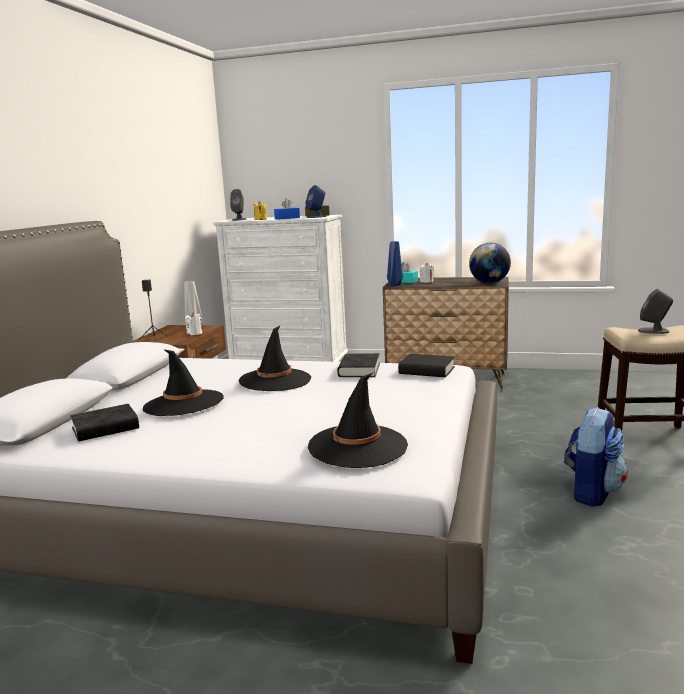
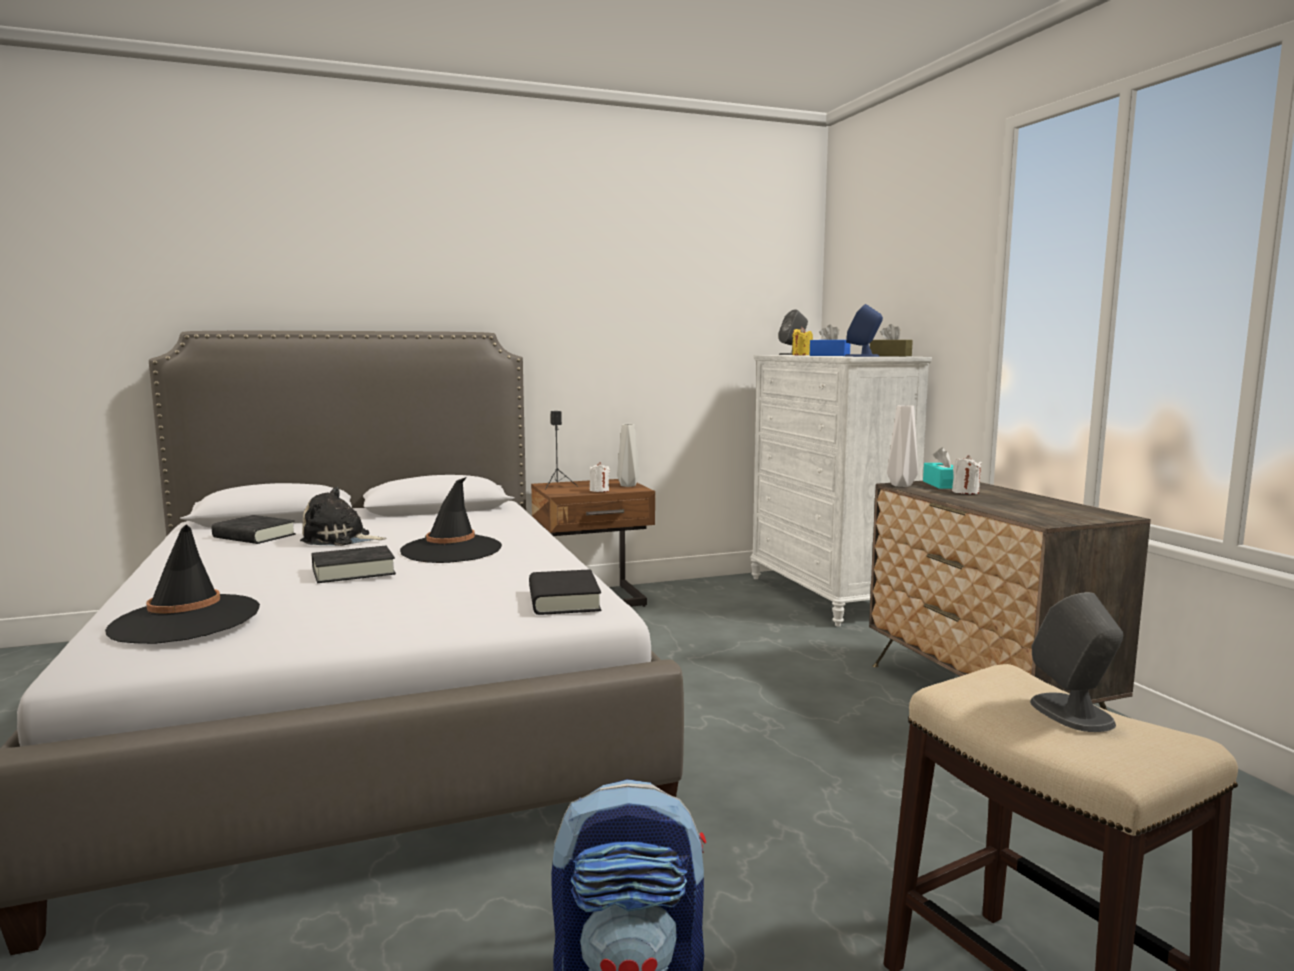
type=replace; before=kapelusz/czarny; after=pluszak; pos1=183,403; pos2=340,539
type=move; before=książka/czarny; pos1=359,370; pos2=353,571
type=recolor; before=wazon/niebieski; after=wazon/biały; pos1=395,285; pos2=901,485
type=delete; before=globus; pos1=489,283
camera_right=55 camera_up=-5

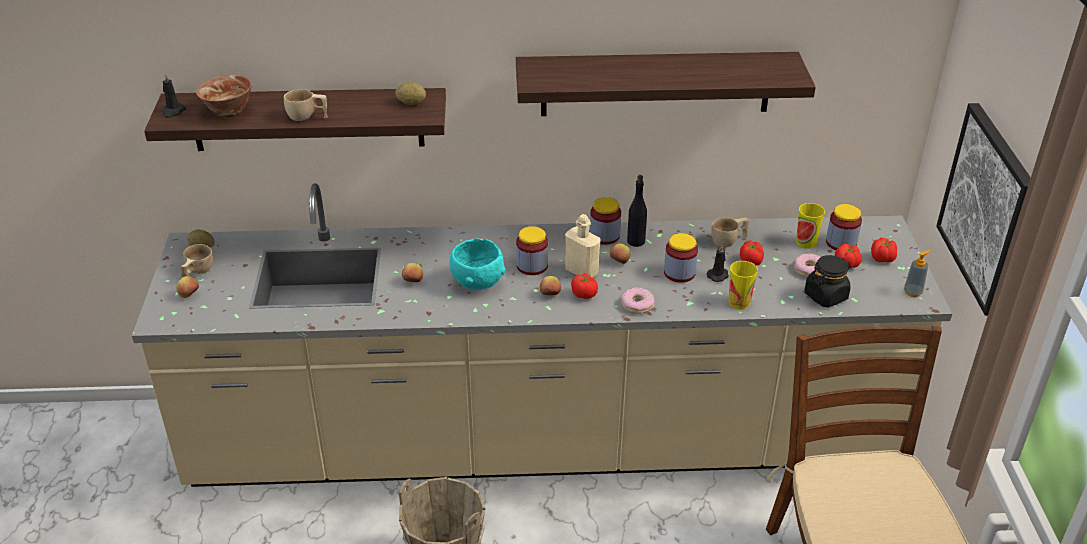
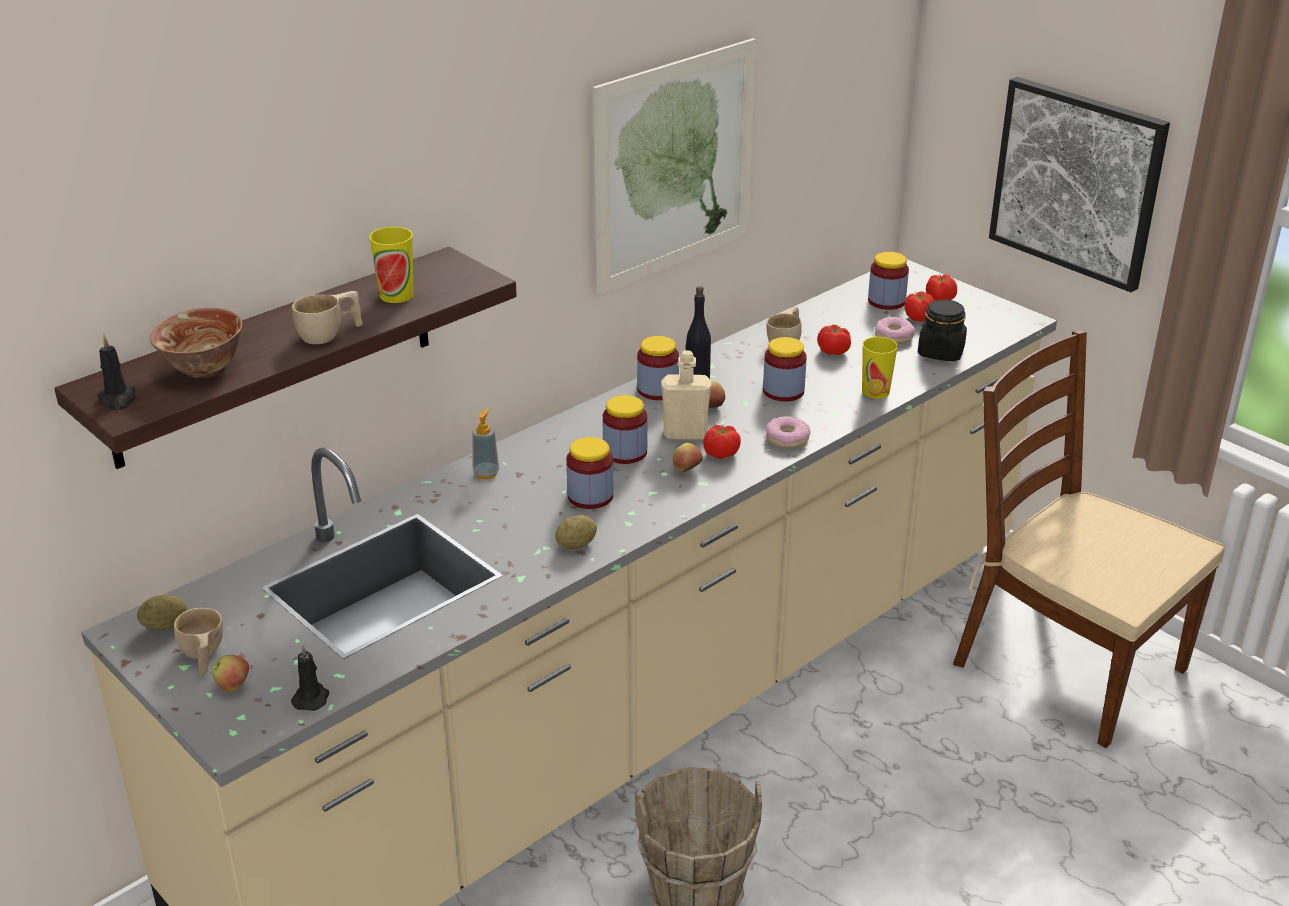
type=move; before=ziemniak; pos1=411,103; pos2=576,545
type=delete; before=jabłko; pos1=413,282
type=replace; before=miska/turkusowy; after=słoik; pos1=477,283; pos2=590,496
type=replace; before=półka; after=obraz; pos1=655,83; pos2=674,165
type=move; before=świeca/czarny; pos1=718,275; pos2=311,698
type=move; before=filiżanka; pos1=806,242; pos2=396,295
type=move; before=dozownik mydła; pos1=912,292; pos2=486,473
camera_right=-40 camera_up=-5

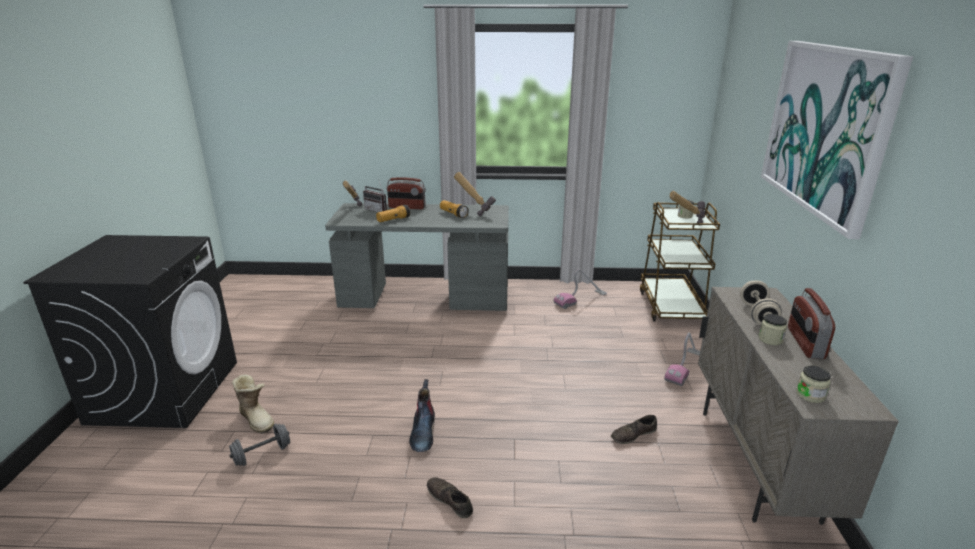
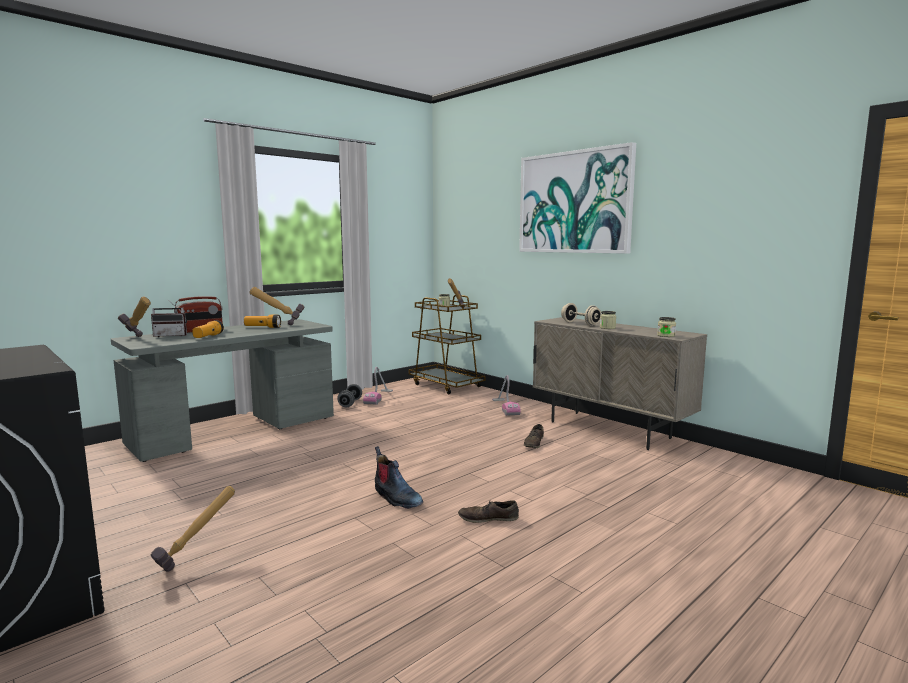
type=move; before=hantel/szary; pos1=262,454; pos2=350,403
type=replace; before=but z cholewką; after=młotek; pos1=257,418; pos2=198,563
type=delete; before=radio; pos1=805,343
camera_right=-45 camera_up=-15

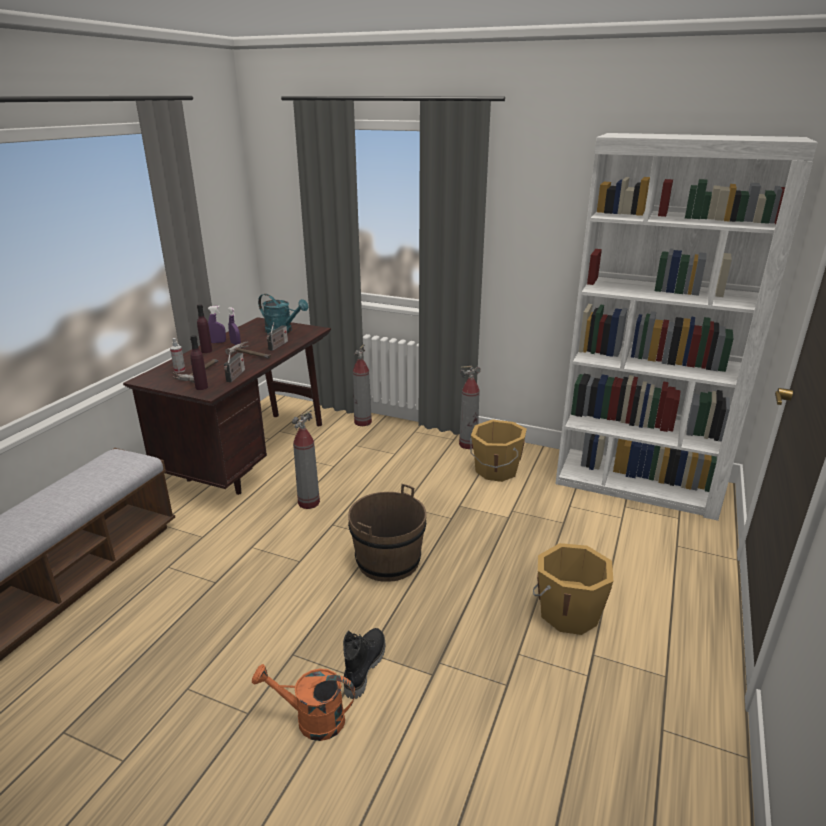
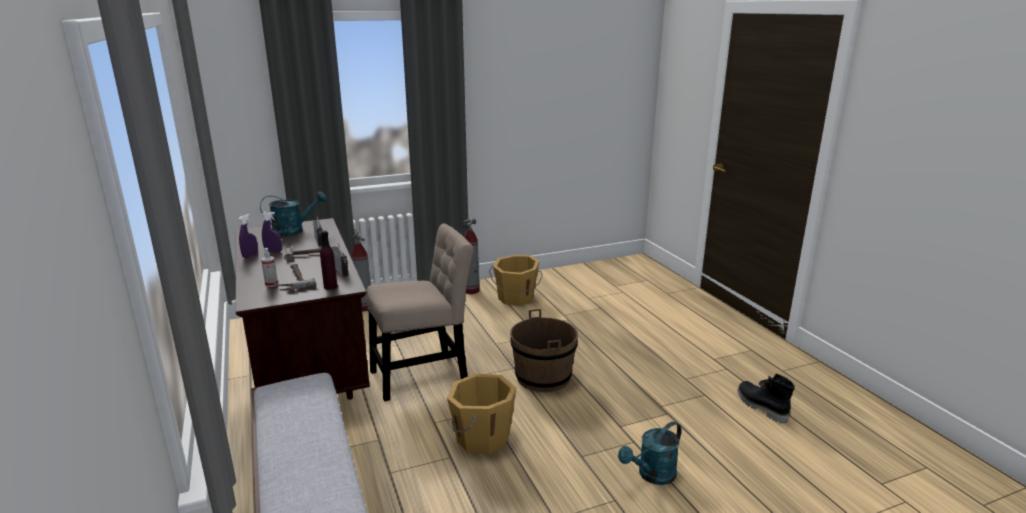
type=delete; before=butelka/fioletowy; pos1=206,351
type=recolor; before=konewka/pomarańczowy; after=konewka/turkusowy; pos1=311,719; pos2=652,475
type=replace; before=gaśnica; after=krzesło/beżowy; pos1=308,503; pos2=424,375
type=move; before=but z cholewką/czarny; pos1=363,666; pos2=760,407
type=move; before=wiadro/pomarańczowy; pos1=568,612; pos2=481,437
type=delete; before=regał/biały; pos1=637,485
camera_right=-45 camera_up=-5

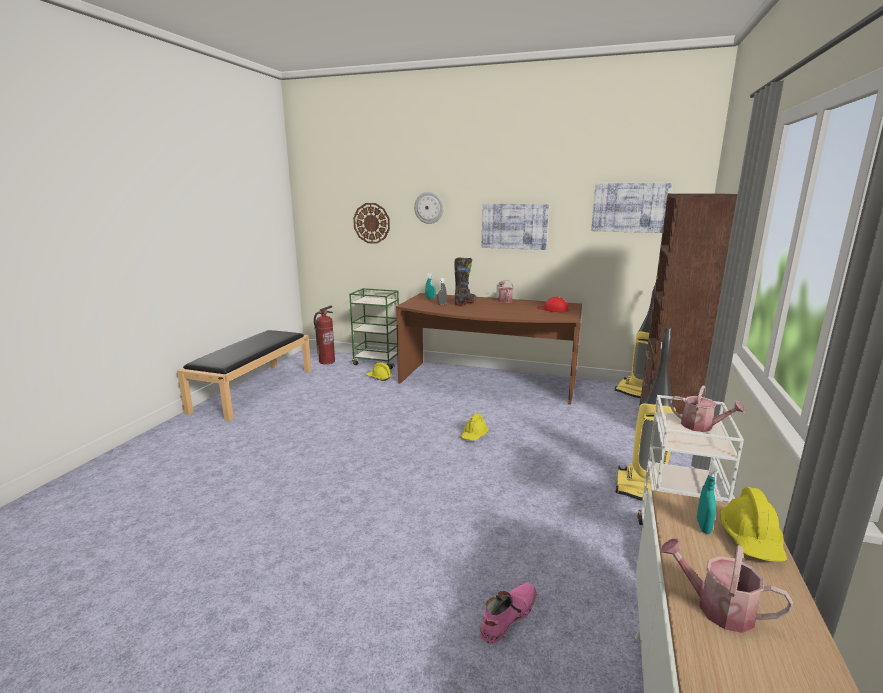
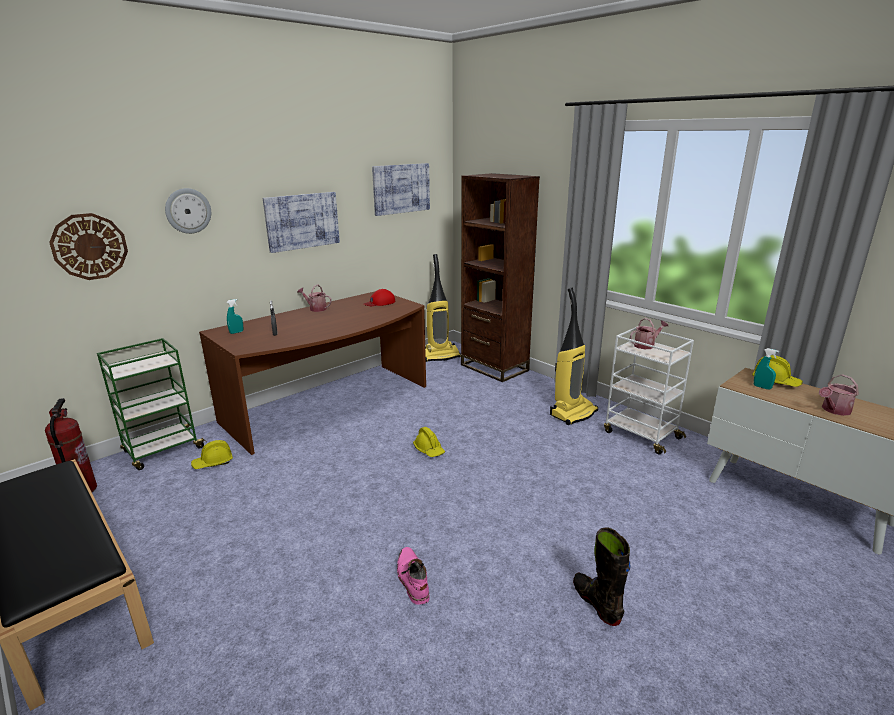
type=move; before=but z cholewką/czarny; pos1=465,303; pos2=597,603
type=move; before=but z cholewką/różowy; pos1=507,616; pos2=412,579
camera_right=-60 camera_up=5

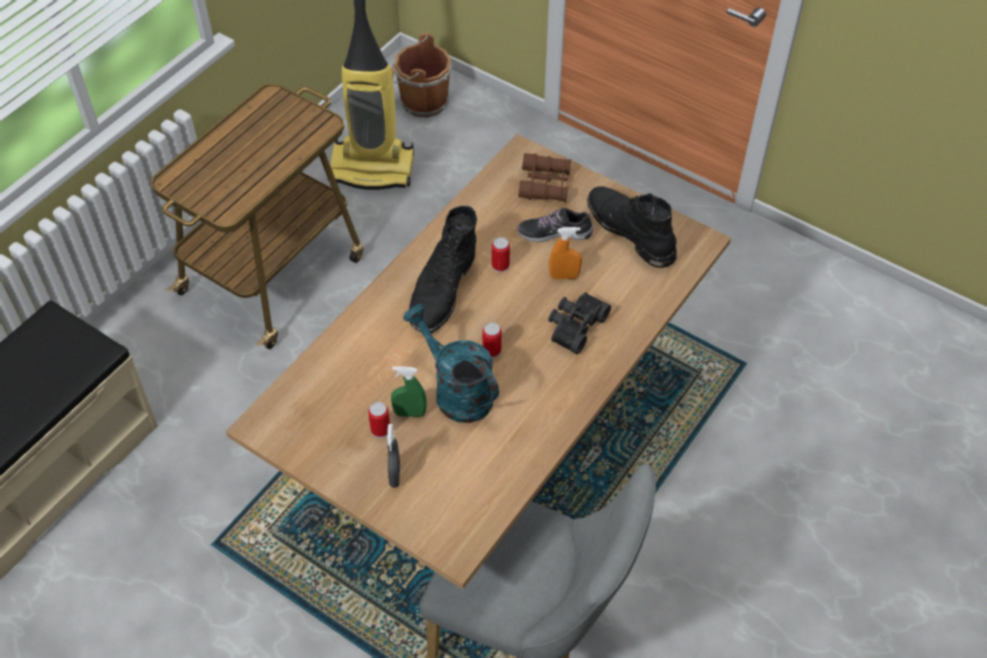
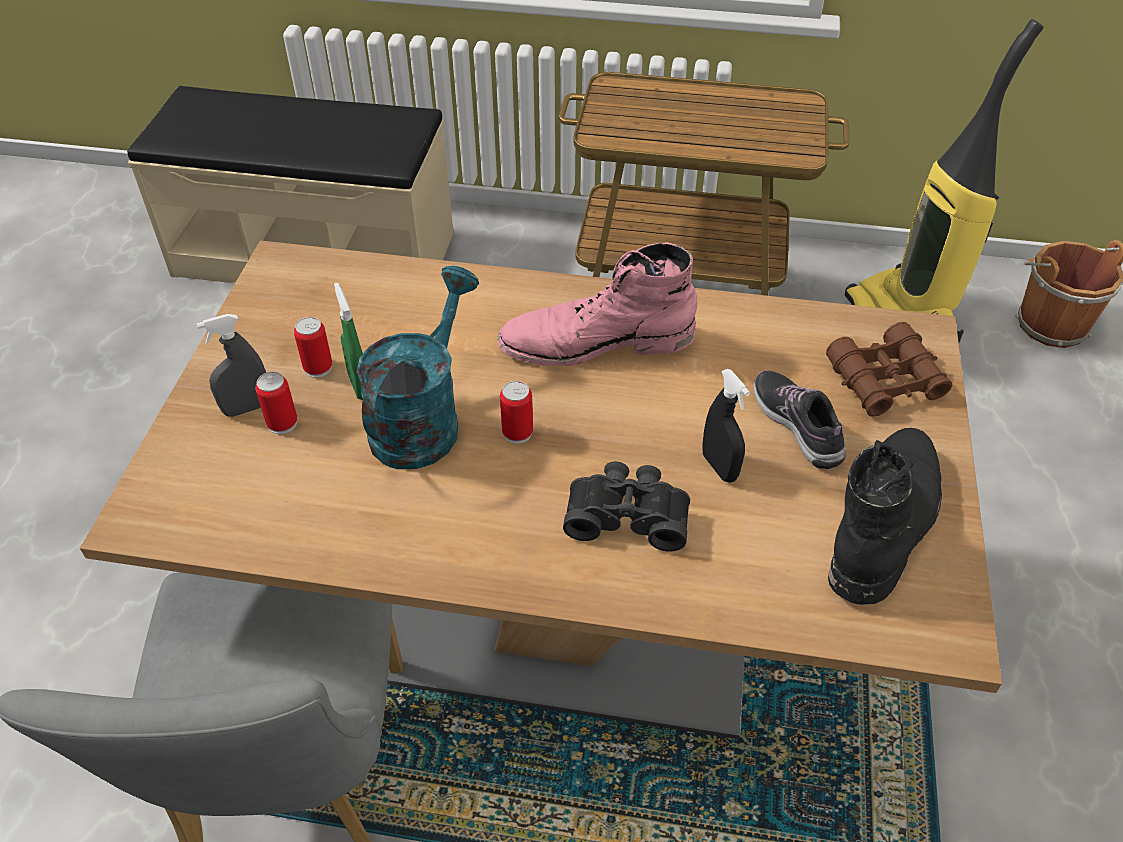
type=recolor; before=but z cholewką/czarny; after=but z cholewką/różowy; pos1=442,289; pos2=596,342
type=move; before=puszka; pos1=500,266; pos2=282,423
type=recolor; before=spryskiwacz/pomarańczowy; after=spryskiwacz/czarny; pos1=564,276; pos2=719,467
camera_right=65 camera_up=-5

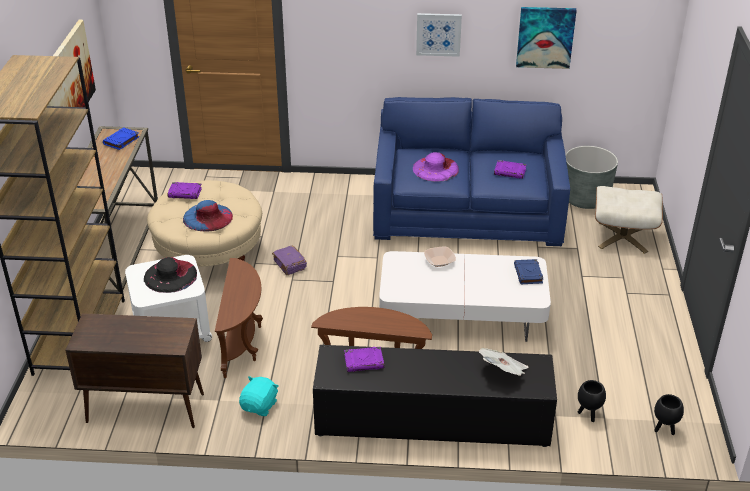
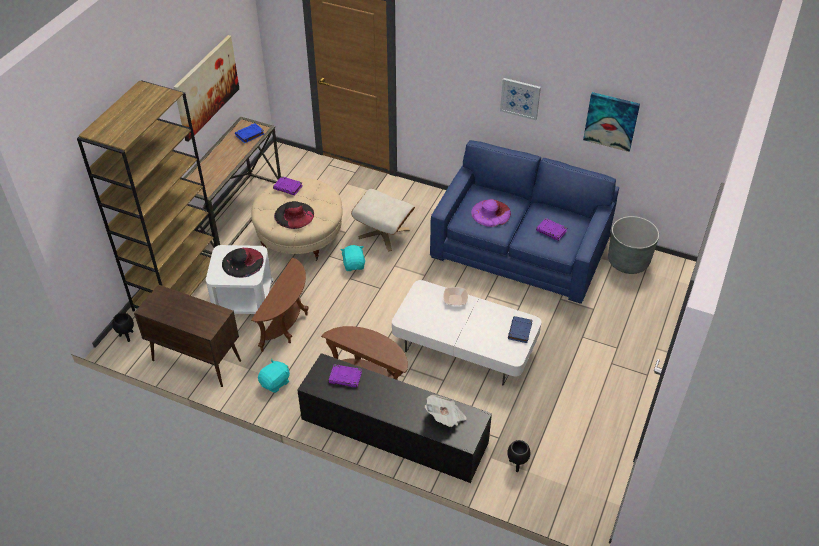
type=recolor; before=kapelusz/niebieski; after=kapelusz/czarny; pos1=208,217; pos2=294,215
type=replace; before=książka/fioletowy; after=pluszak/turkusowy; pos1=289,265; pos2=354,265
type=move; before=pufa/beżowy; pos1=623,237; pos2=384,233
type=move; before=donica/czarny; pos1=664,429; pos2=127,336
camera_right=20 camera_up=10

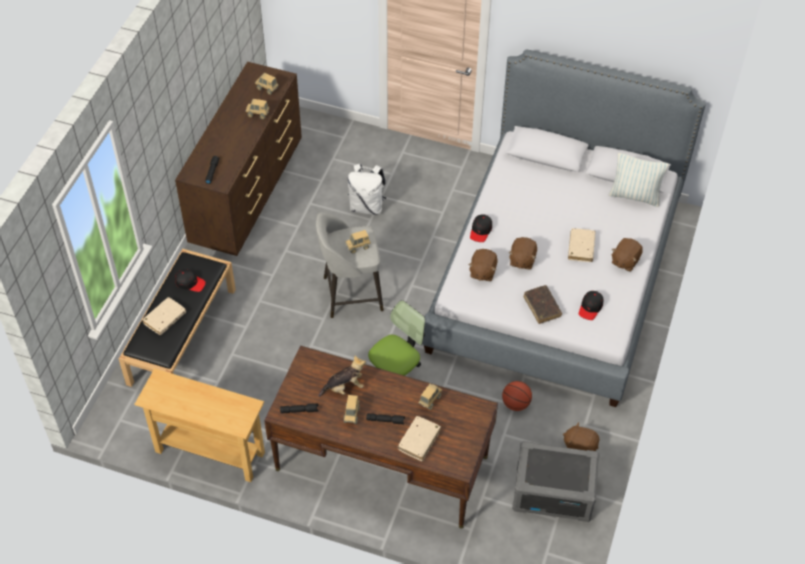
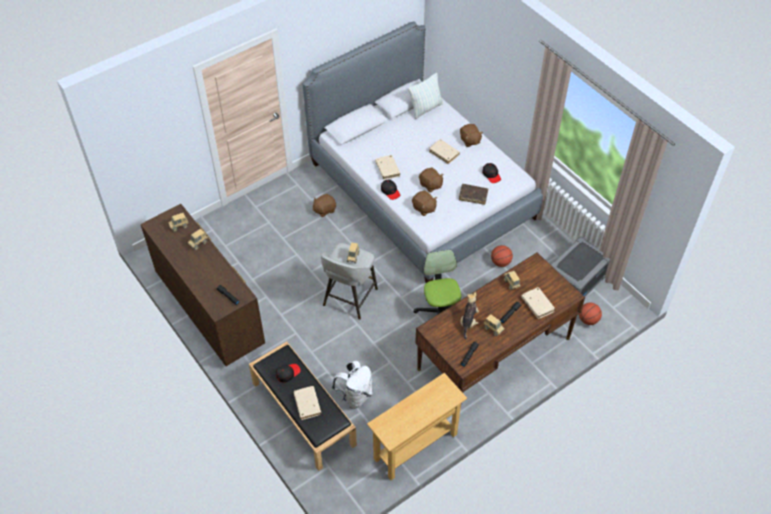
type=move; before=plecak/biały; pos1=367,206; pos2=355,396
type=move; before=pluszak/brązowy; pos1=580,446; pos2=324,210
type=insert; after=książka/beżowy; pos2=387,169
type=insert; after=piłka do koszykówki; pos2=588,320
camera_right=-55 camera_up=0

